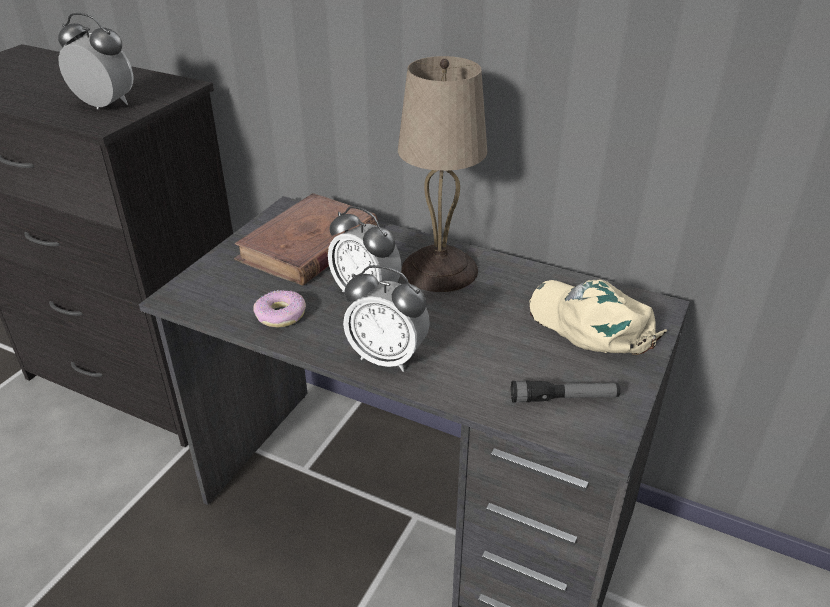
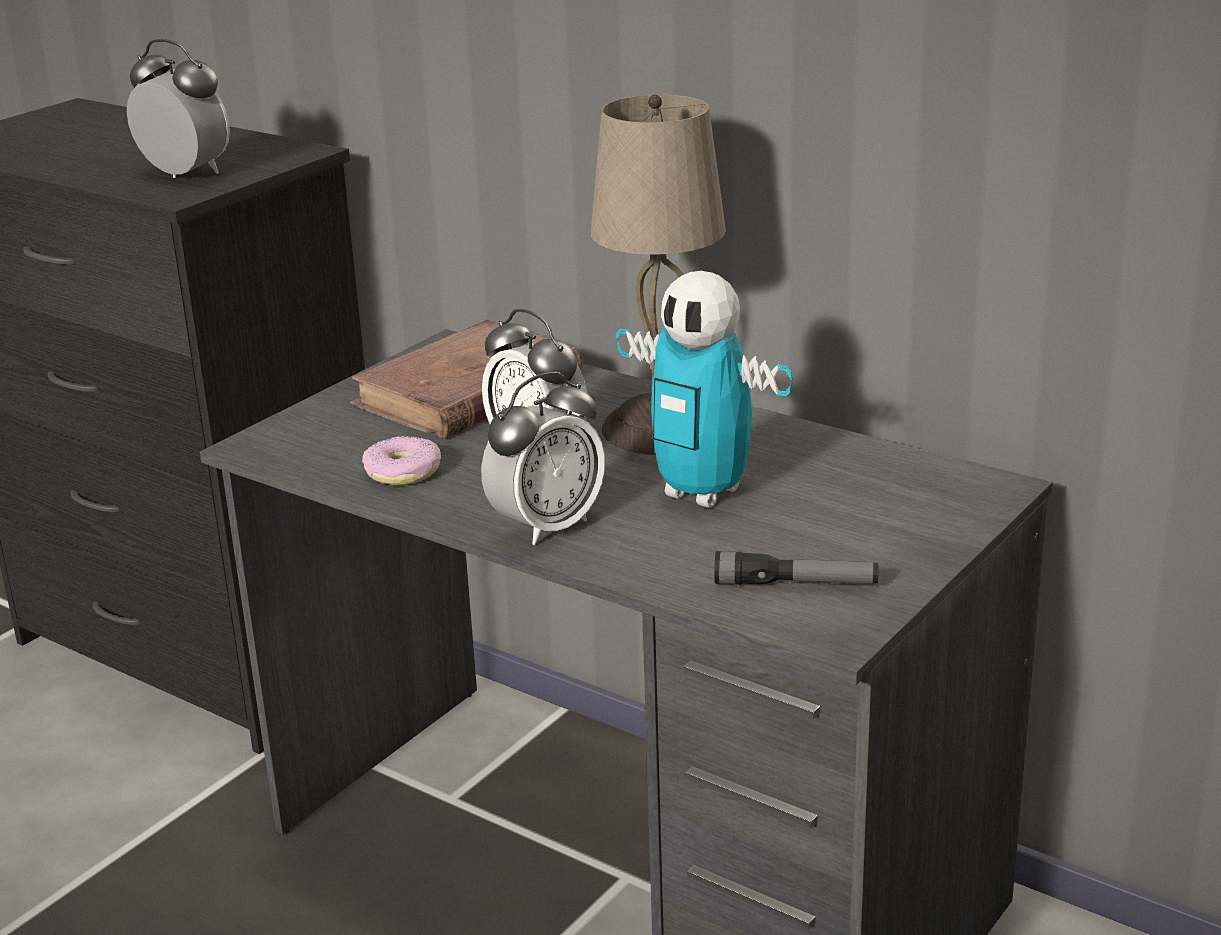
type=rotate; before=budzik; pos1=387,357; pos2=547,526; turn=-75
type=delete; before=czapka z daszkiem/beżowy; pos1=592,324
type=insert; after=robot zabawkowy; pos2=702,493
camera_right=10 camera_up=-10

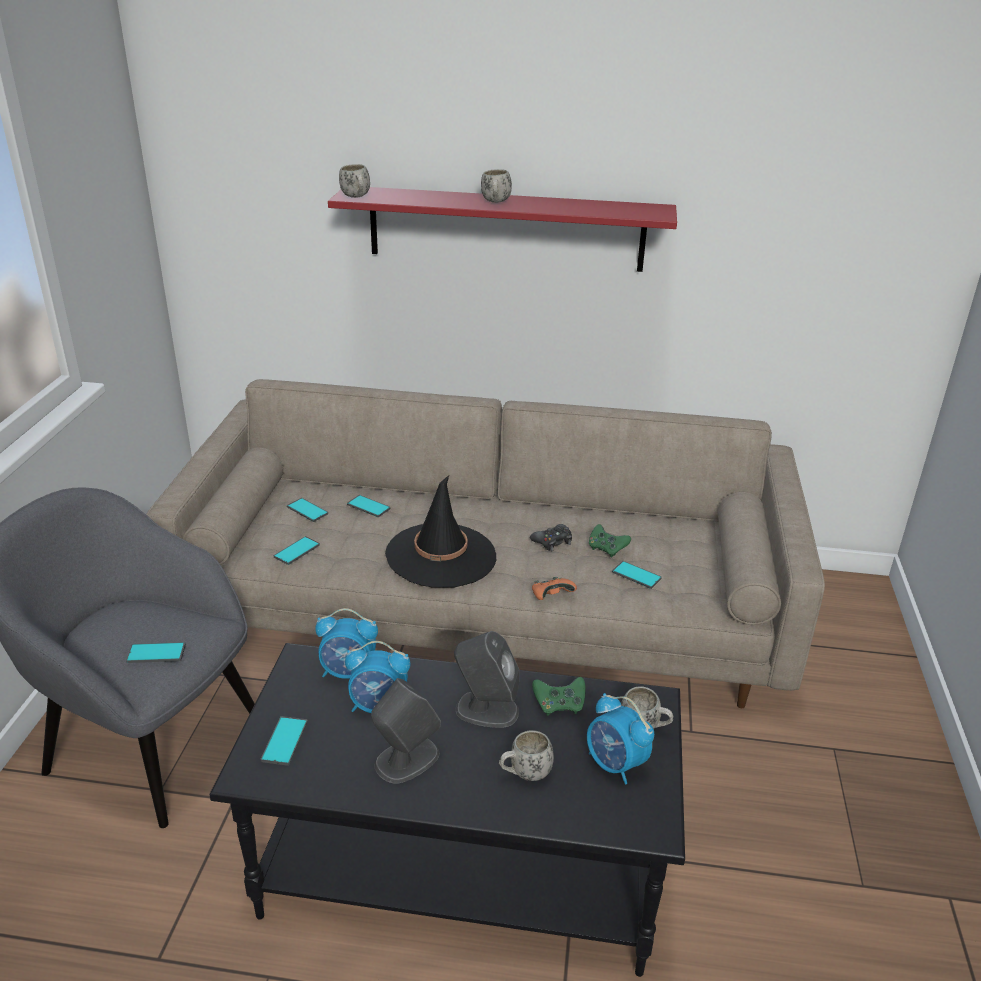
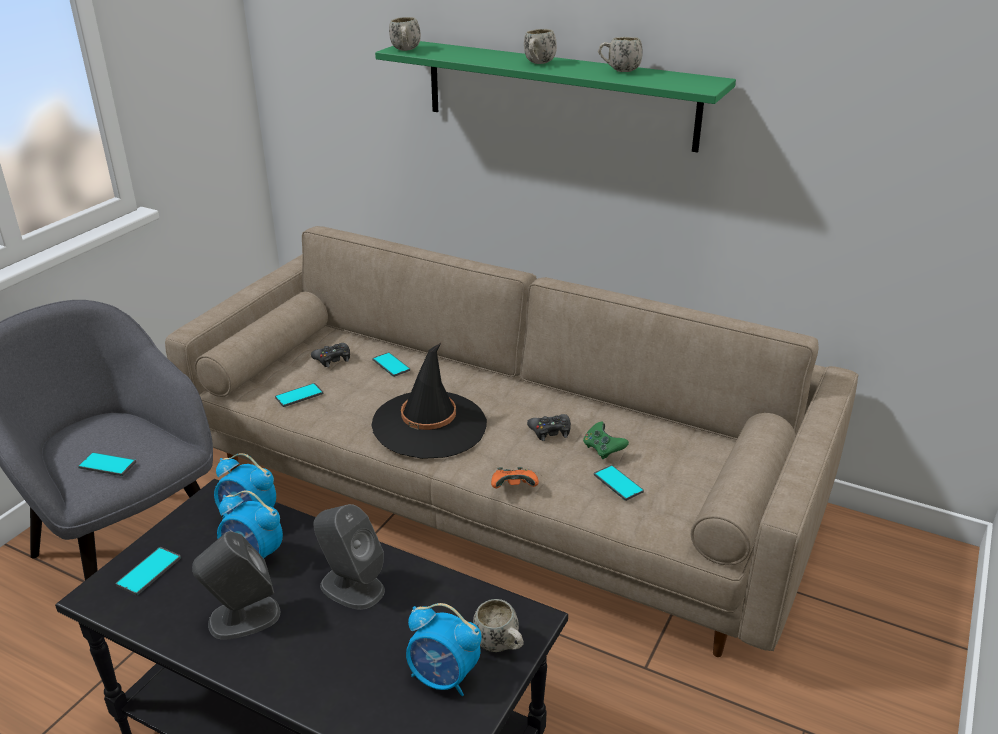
type=replace; before=telefon; after=pad do gier/czarny; pos1=307,510; pos2=333,359
type=recolor; before=półka/czerwony; after=półka/zielony; pos1=506,229; pos2=558,94
type=move; before=kubek/biały; pos1=524,774; pos2=618,71
type=delete; before=pad do gier/zielony; pos1=559,705
type=rotate; before=budzik; pos1=615,764; pos2=443,678; turn=-45
camera_right=20 camera_up=0

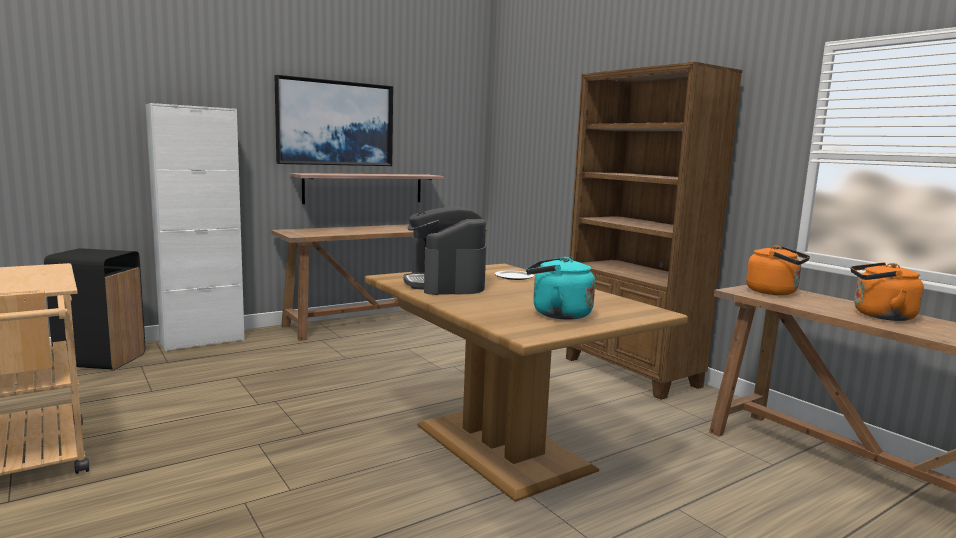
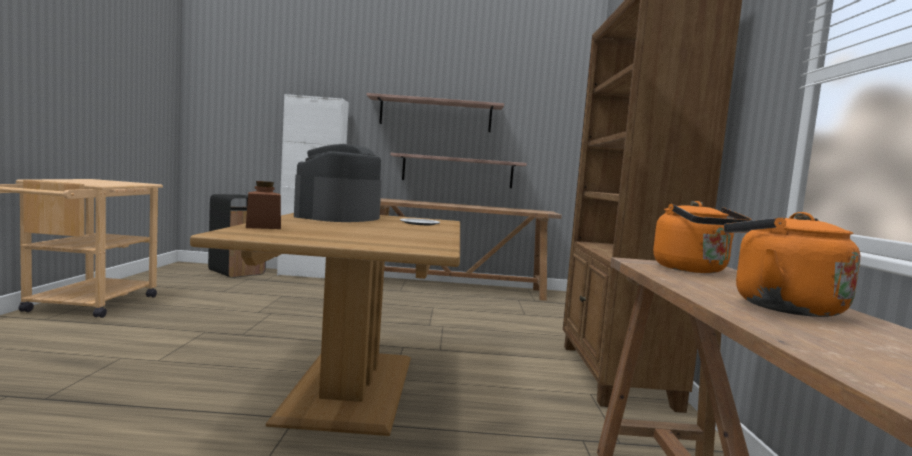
type=replace; before=obraz; after=półka; pos1=335,123; pos2=435,115
type=delete; before=czajnik/turkusowy; pos1=557,314
type=insert; after=słoik/brązowy; pos2=263,227
camera_right=35 camera_up=-5

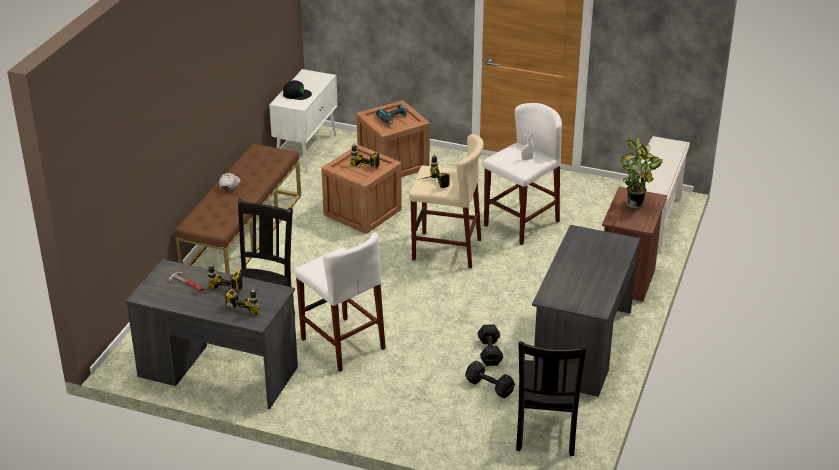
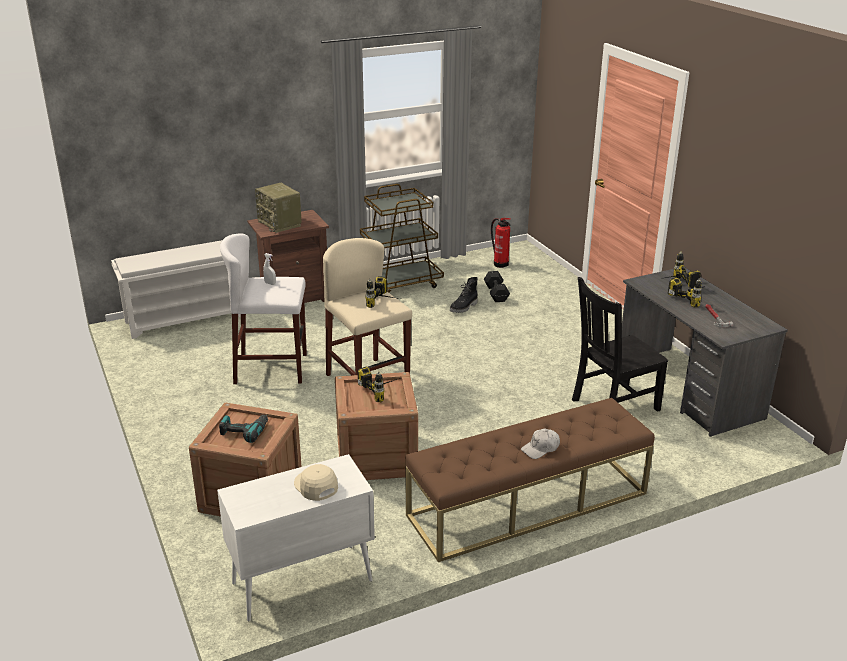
type=recolor; before=czapka z daszkiem/czarny; after=czapka z daszkiem/beżowy; pos1=296,94; pos2=316,486
type=delete; before=stołek/biały; pos1=342,344
type=replace; before=hantel/czarny; after=but z cholewką/czarny; pos1=489,353; pos2=464,307
type=replace; before=krzesło/czarny; after=gaśnica; pos1=546,432; pos2=500,264
type=replace; before=biurko/szary; after=wózek/brązowy; pos1=582,346; pos2=399,284
type=replace; before=roślina doniczkowa; after=radio; pos1=637,205; pos2=280,224
camera_right=-135 camera_up=-5

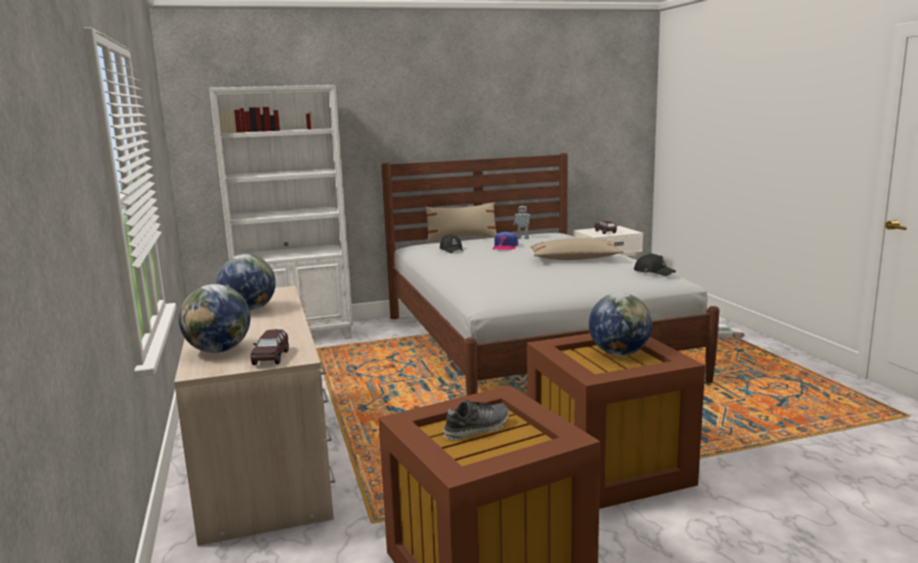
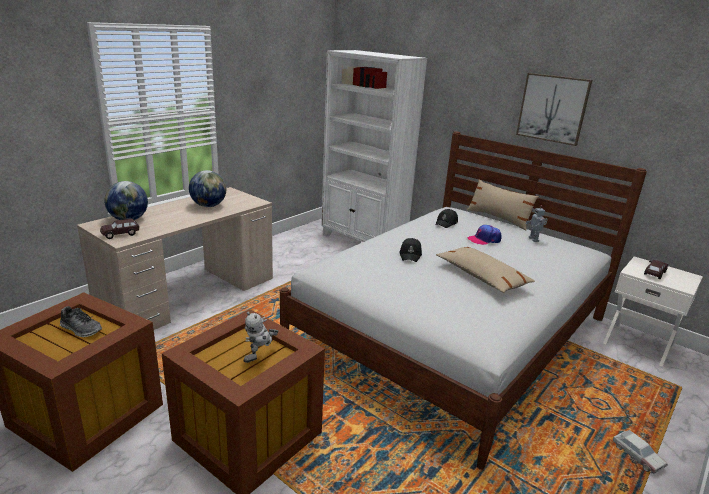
type=replace; before=globus; after=robot zabawkowy; pos1=619,353; pos2=261,357
type=move; before=czapka z daszkiem/czarny; pos1=654,272; pos2=410,255
type=insert; after=obraz; pos2=552,108
camera_right=55 camera_up=10

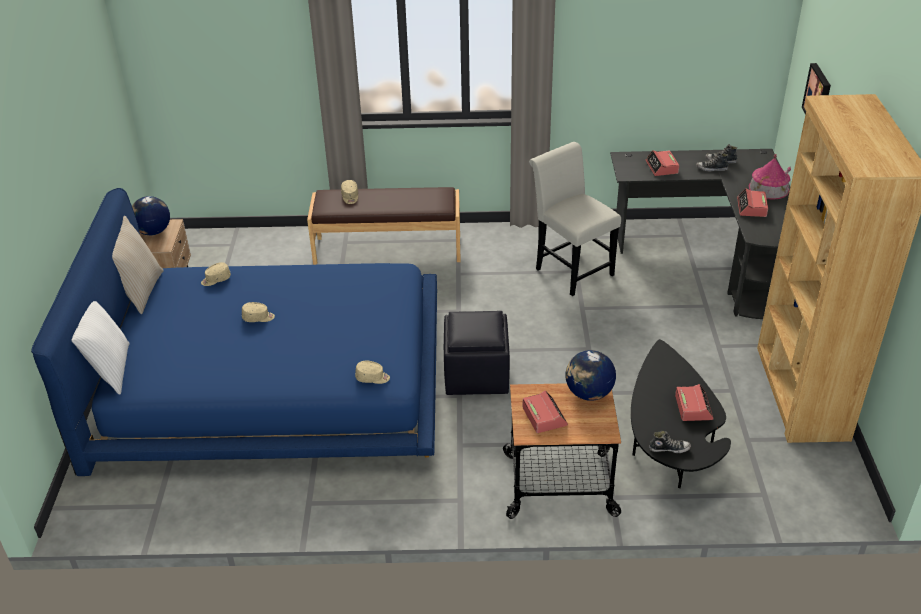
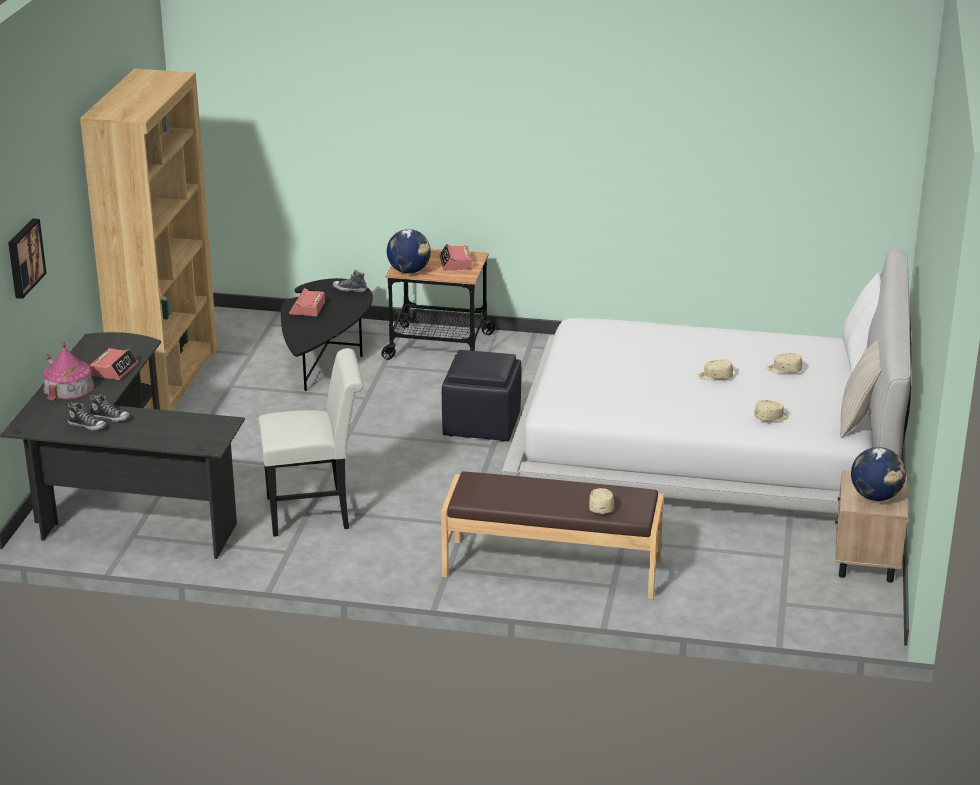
type=recolor; before=łóżko/niebieski; after=łóżko/biały; pos1=270,379; pos2=708,445
type=move; before=czapka z daszkiem/beżowy; pos1=372,378; pos2=784,370
type=rotate; before=krzesło/biały; pos1=570,269; pos2=315,512; turn=-75
type=delete; before=budzik; pos1=662,167
camera_right=-170 camera_up=-10

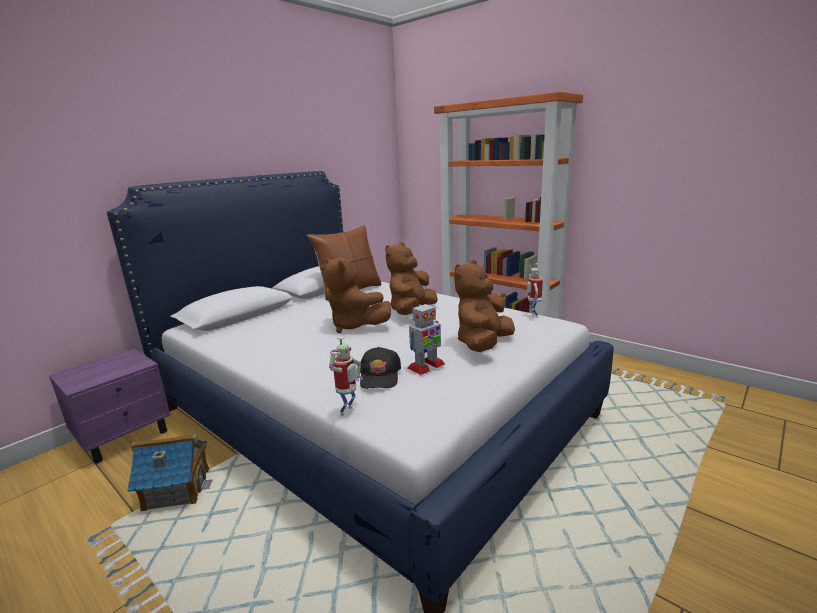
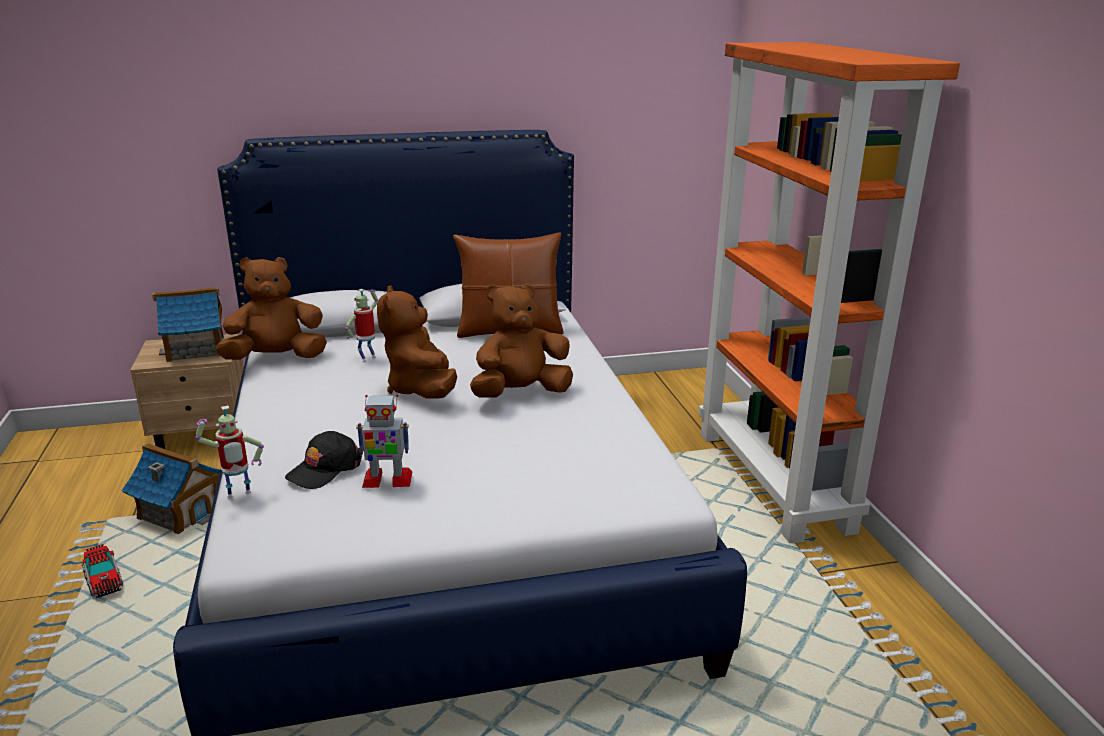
type=recolor; before=szafka nocna/fioletowy; after=szafka nocna/beżowy; pos1=125,436; pos2=203,433
type=move; before=pluszak/brązowy; pos1=483,344; pos2=276,358
type=move; before=robot zabawkowy; pos1=533,315; pos2=367,358
type=insert; after=ciężarówka zabawkowa; pos2=103,580
type=insert; after=domek; pos2=196,349
camera_right=35 camera_up=5

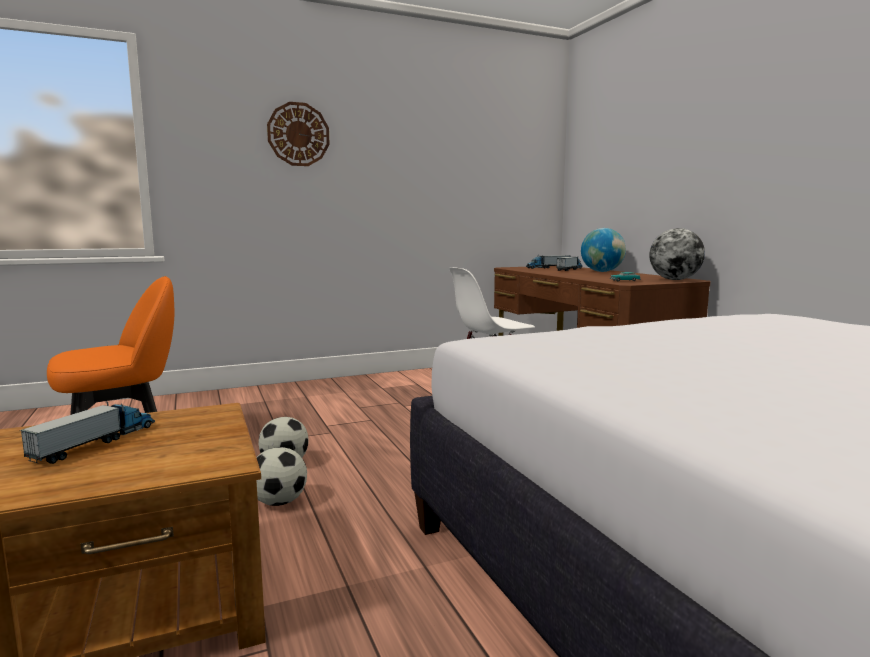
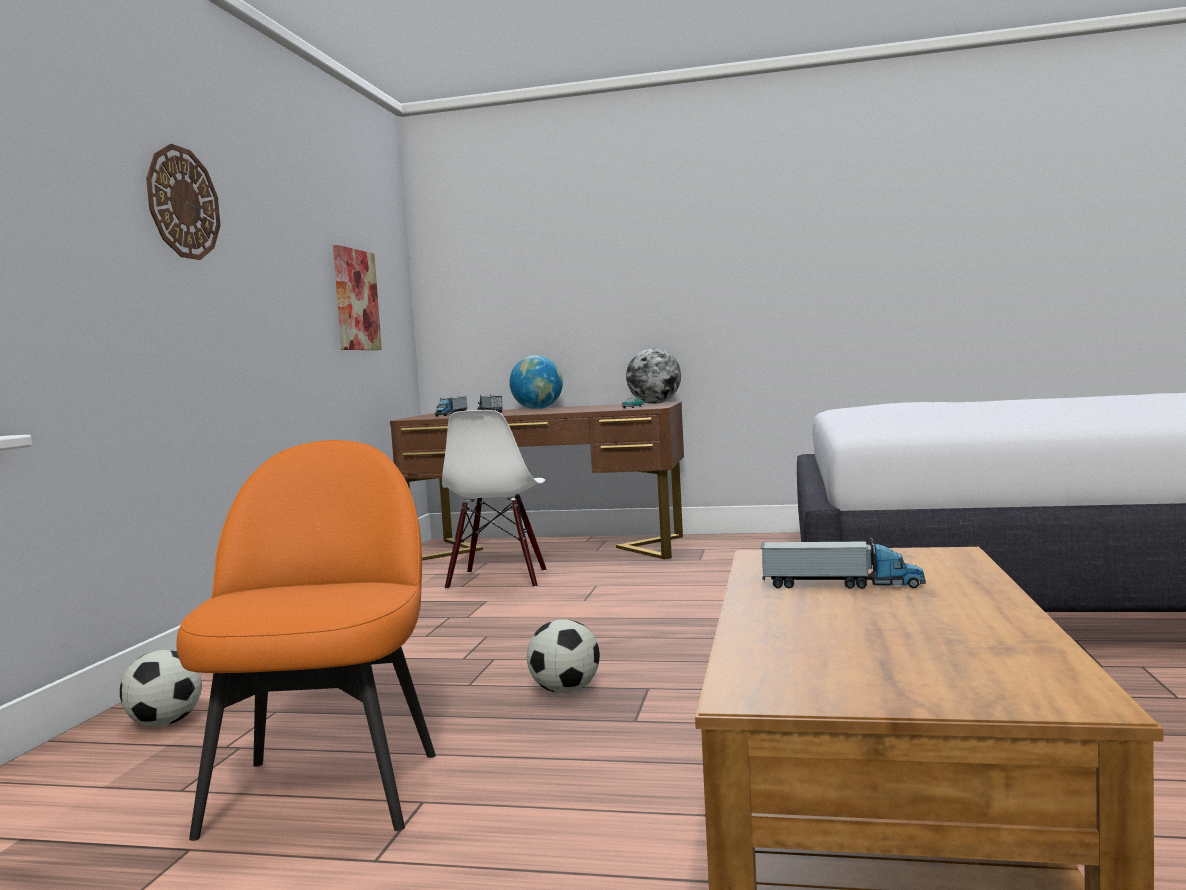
type=rotate; before=ciężarówka zabawkowa; pos1=96,443; pos2=842,585; turn=135
type=move; before=piłka futbolowa; pos1=279,502; pos2=164,723
type=insert; after=obraz; pos2=355,300
camera_right=-55 camera_up=-5

